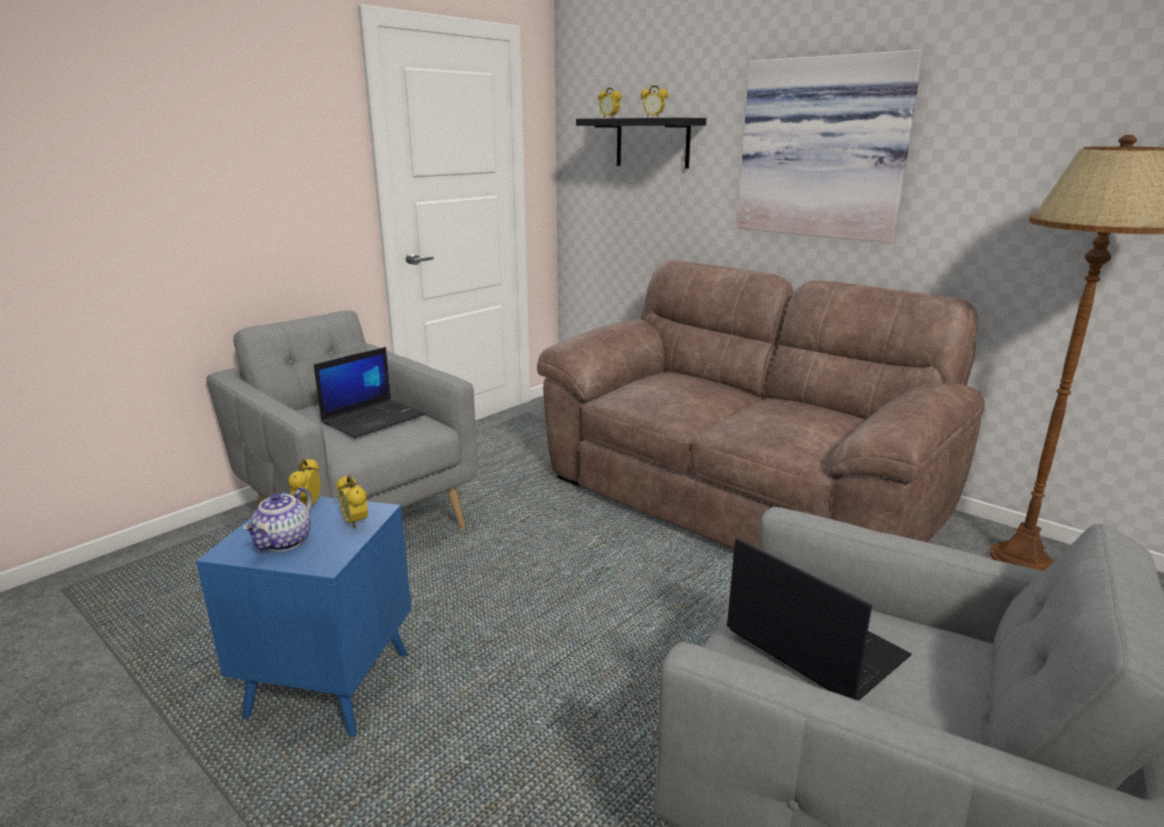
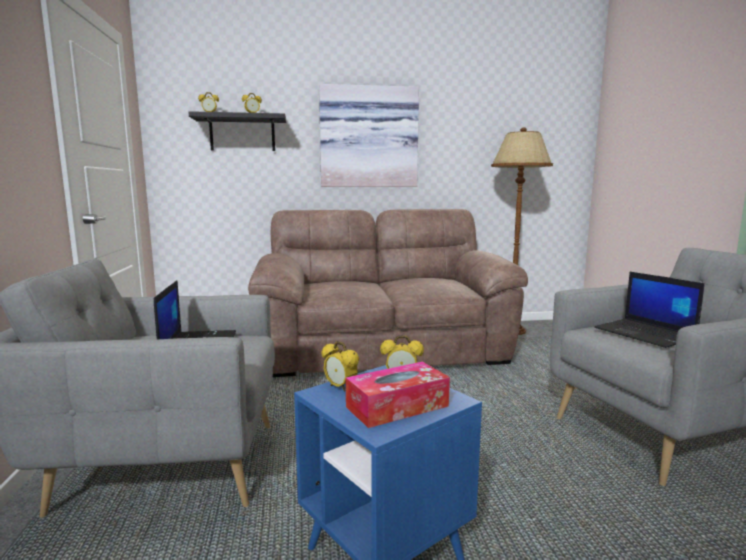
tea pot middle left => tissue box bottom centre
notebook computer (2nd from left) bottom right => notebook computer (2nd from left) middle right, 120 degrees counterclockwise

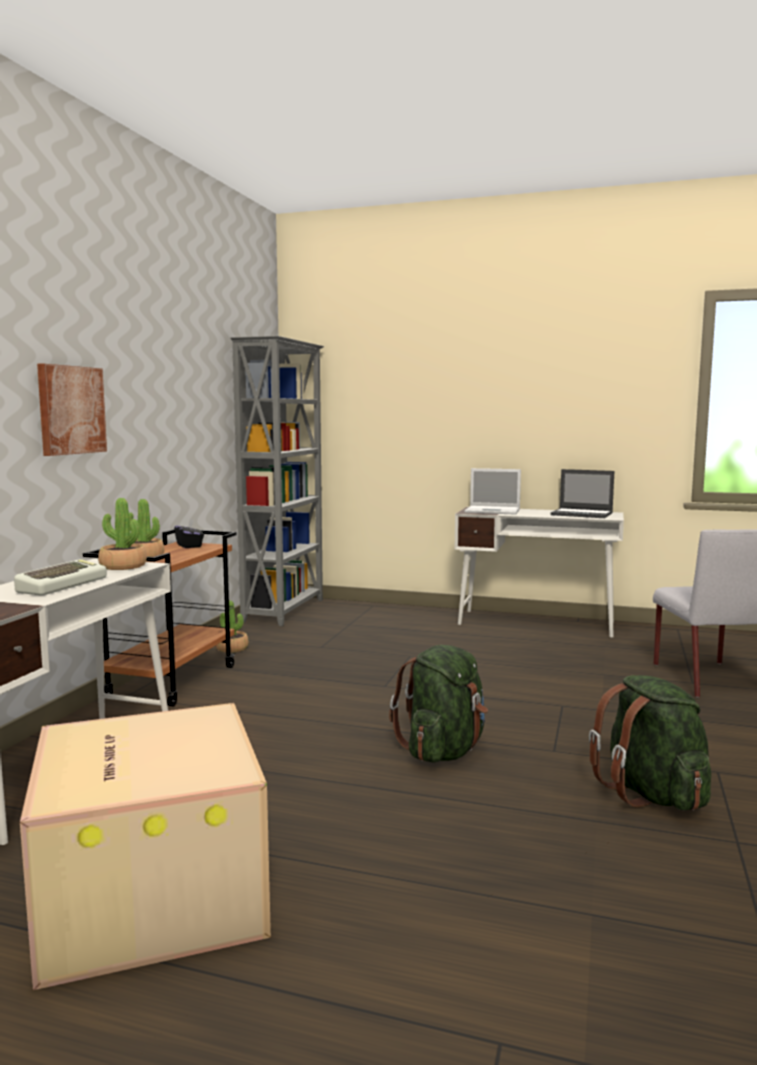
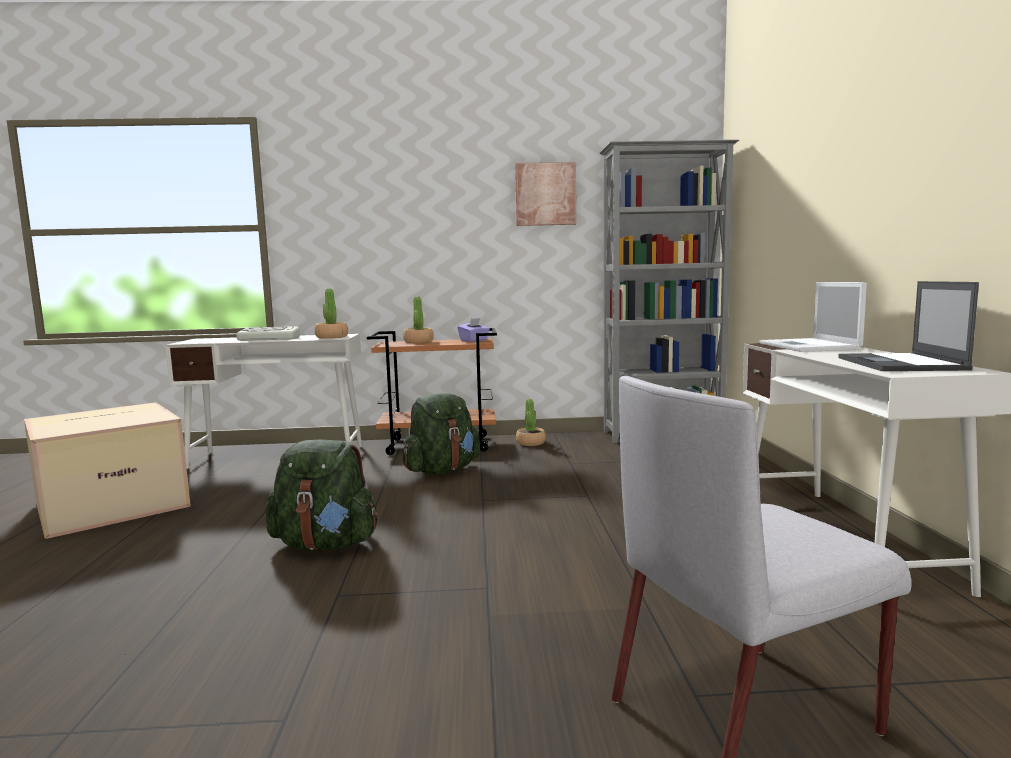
green rucksack (2nd from left) bottom right => green rucksack (2nd from left) centre, move
blackish tissue box middle left => purplish tissue box centre
picture middle left => picture top centre, move

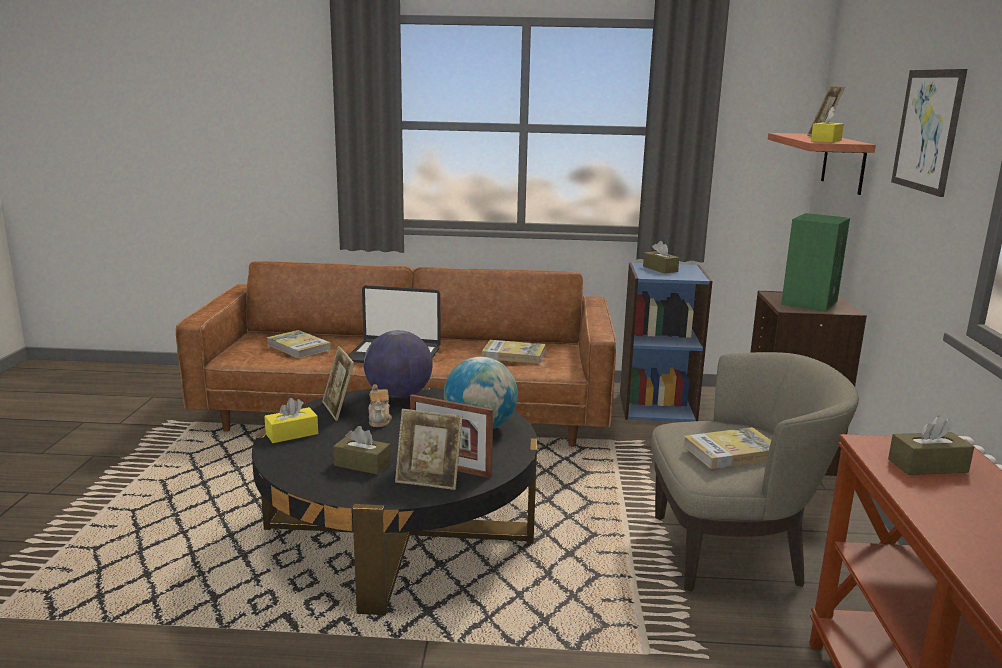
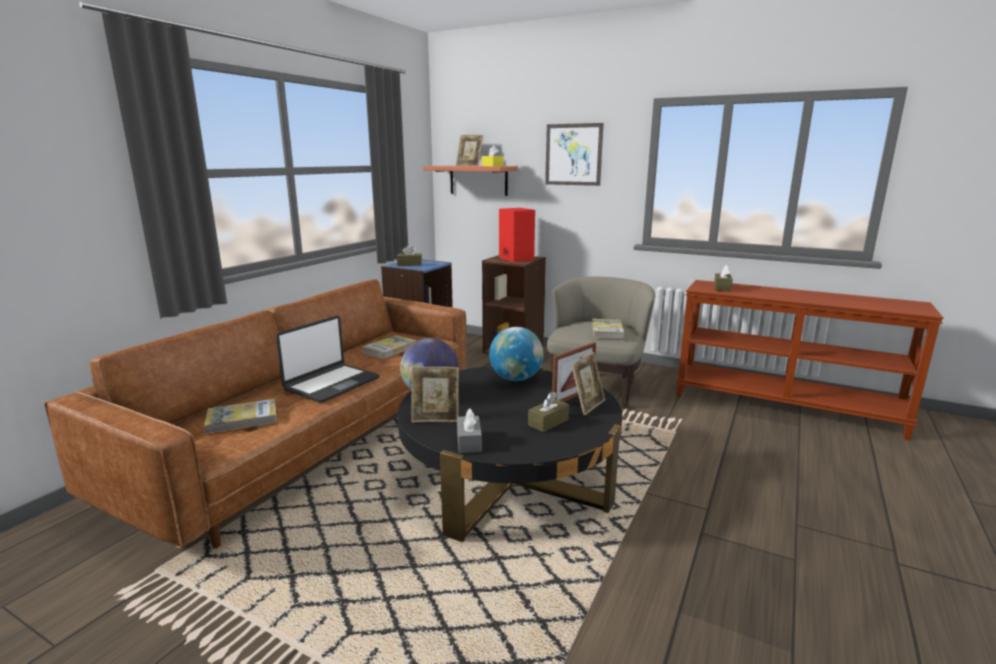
yellowish tissue box (1st from left) middle left => greyish tissue box centre
green loudspeaker middle right => red-coloured loudspeaker centre
tea pot centre => nothing

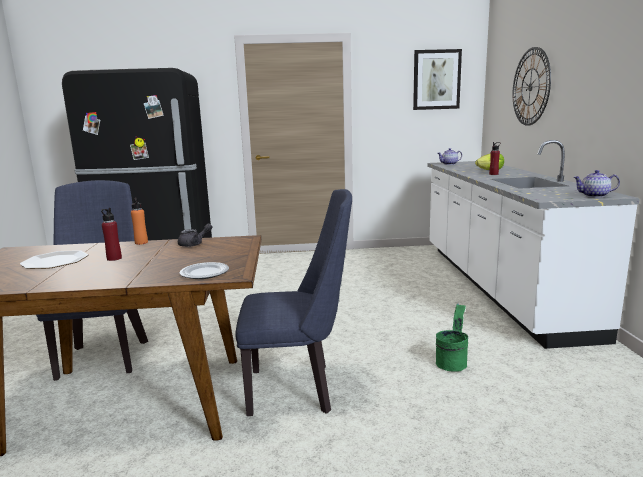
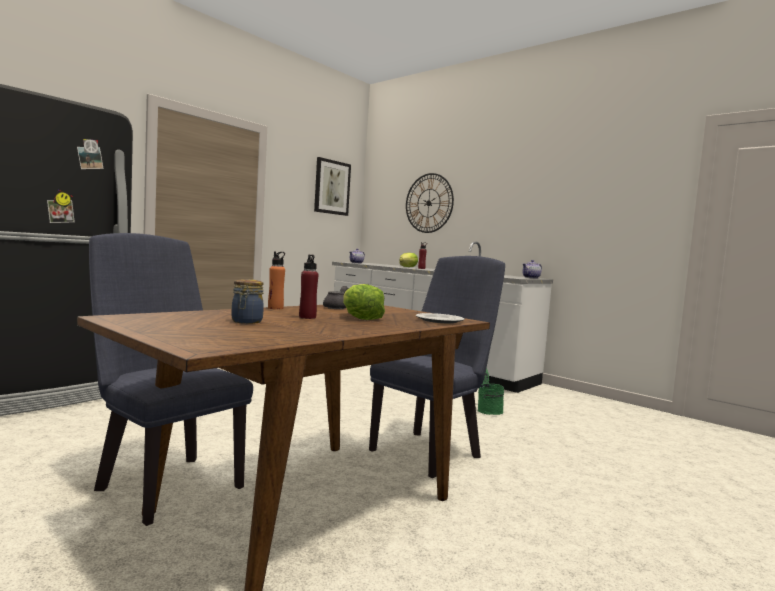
plate (1st from left) middle left => preserve jar middle left
nothing => head of lettuce (1st from left) centre

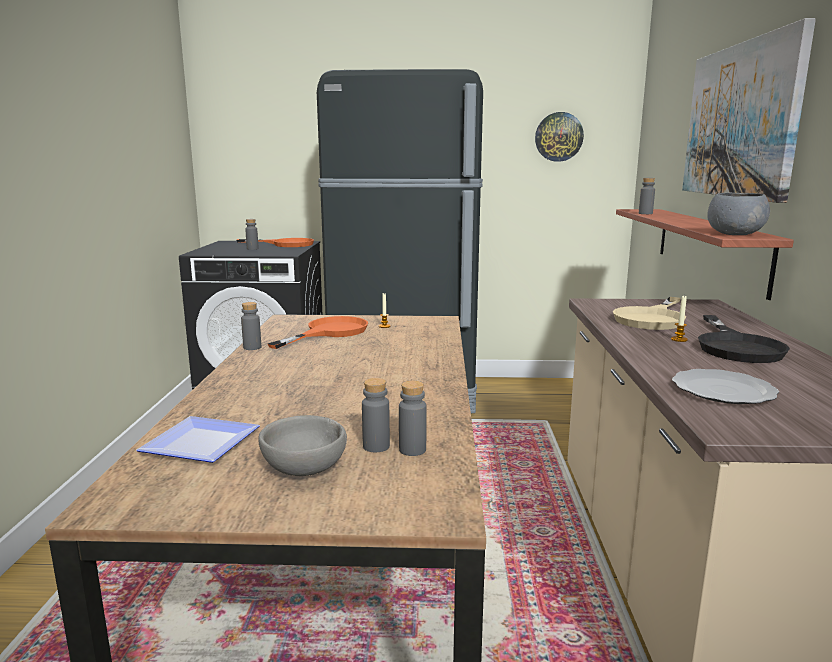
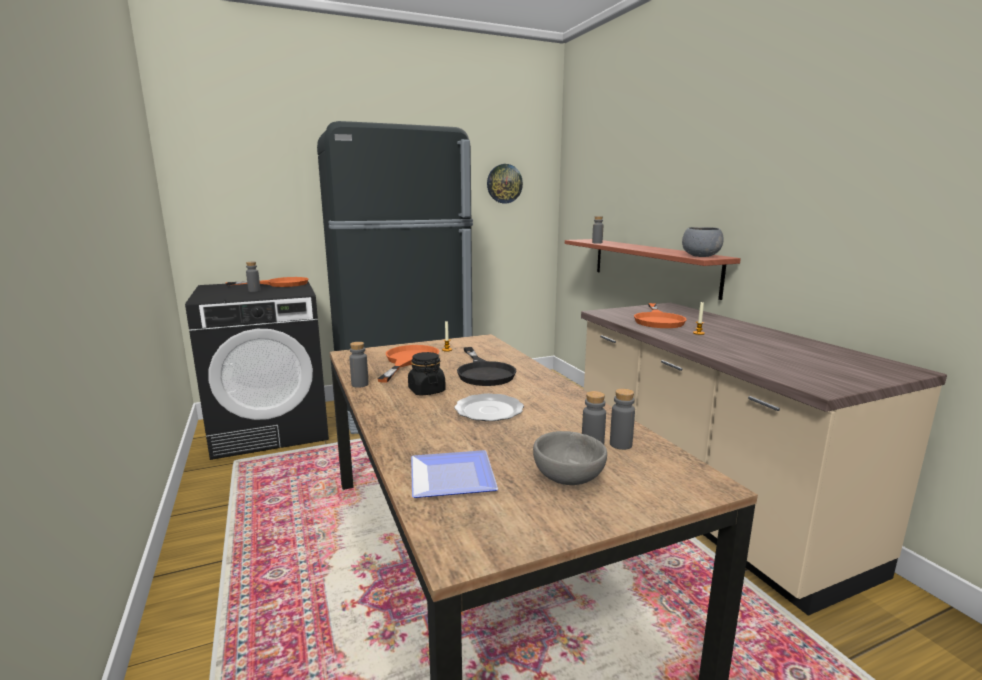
nothing => blackish preserve jar centre
plate (2nd from left) middle right => plate (2nd from left) centre, move
blackish pan middle right => blackish pan centre, move
sand-coloured pan middle right => orange-coloured pan (3rd from left) middle right
picture top right => nothing

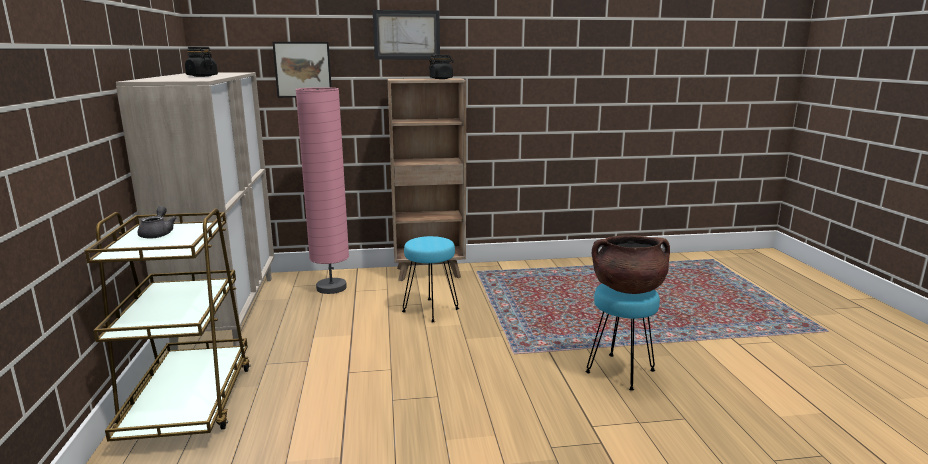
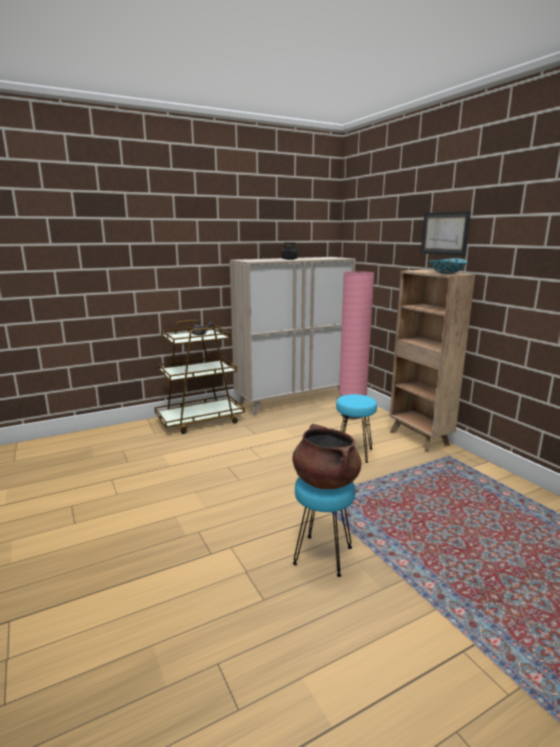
blackish preserve jar (2nd from left) top centre => bowl middle right
picture (1st from left) top left => nothing

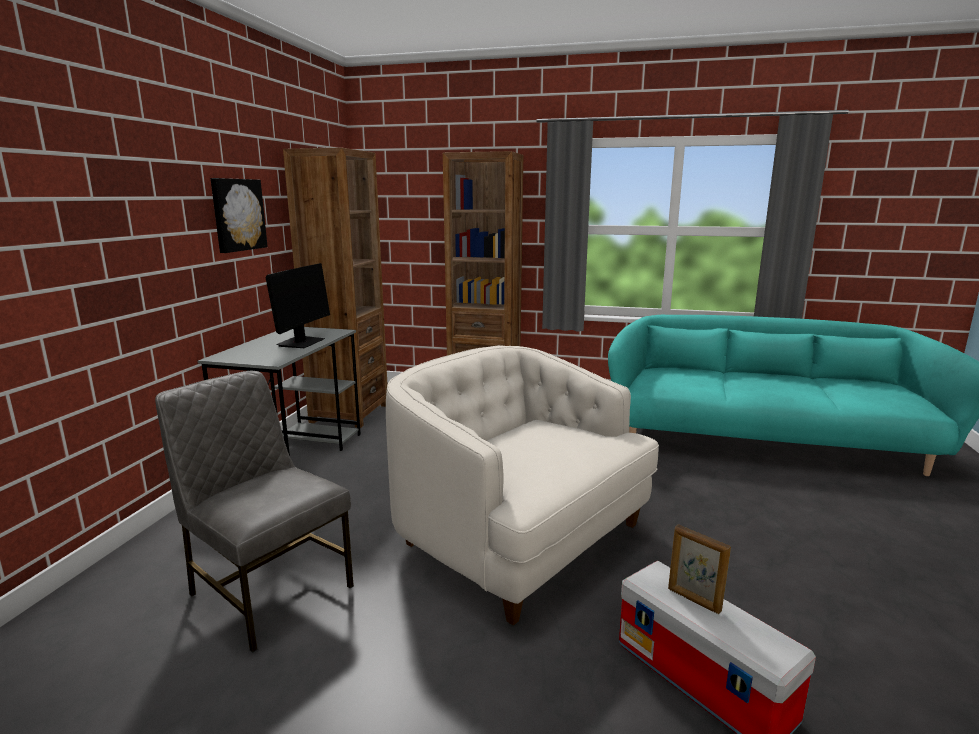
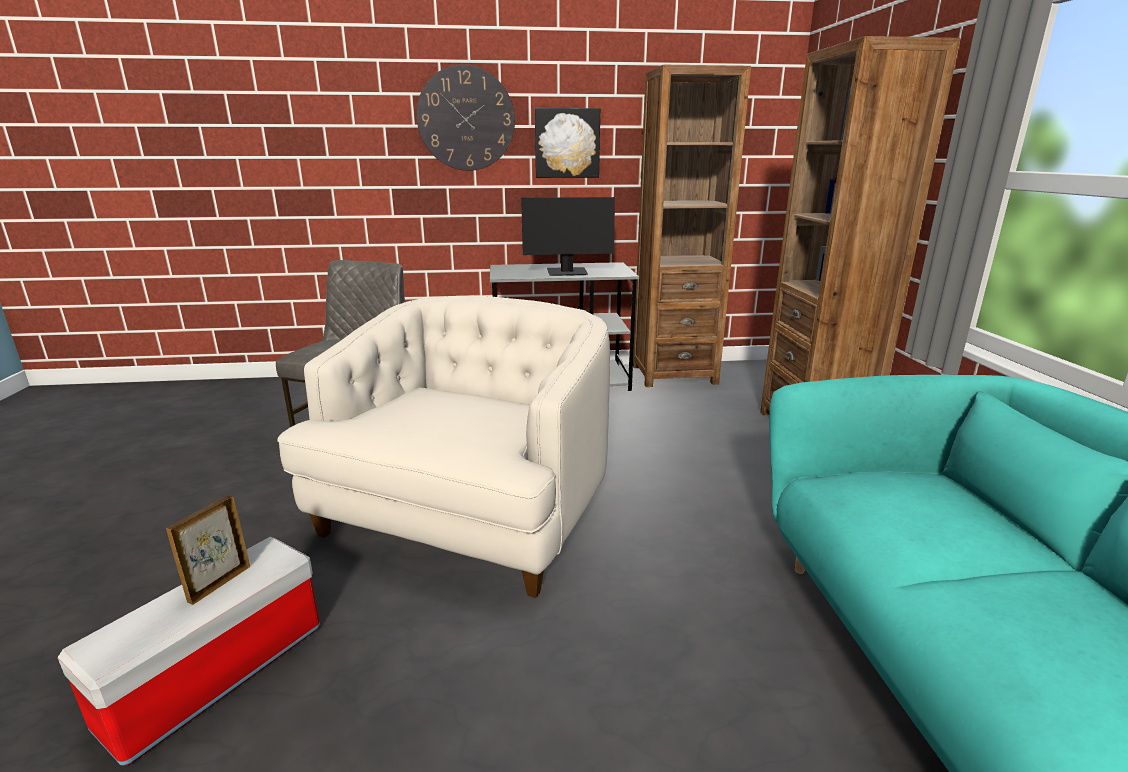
nothing => hanging clock top centre

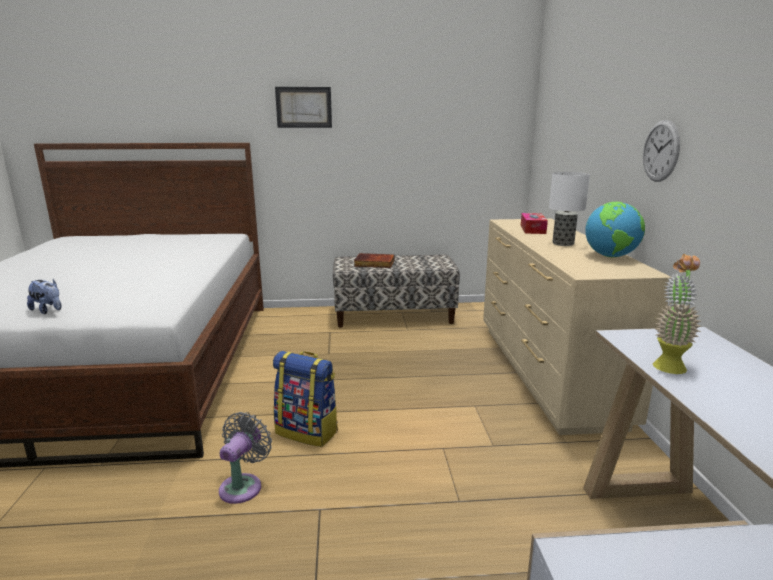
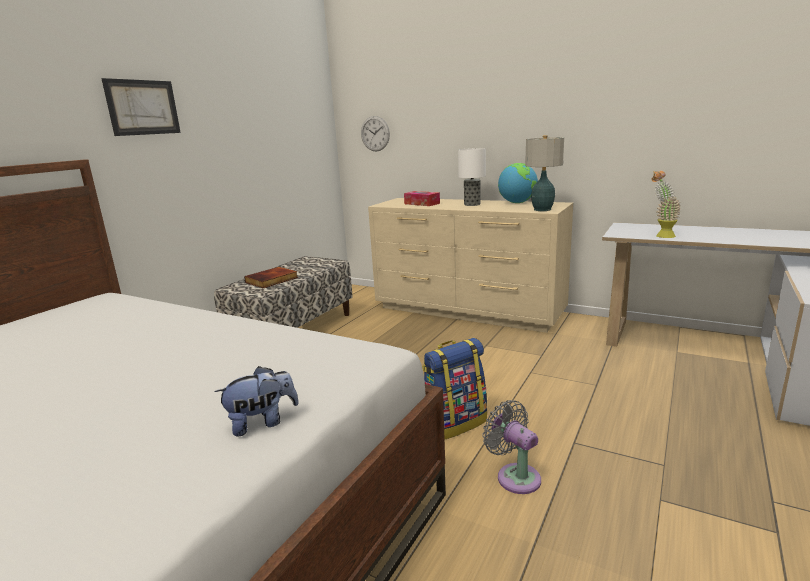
hanging clock top right => hanging clock top centre, move
nothing => tabletop lamp (2nd from left) top right

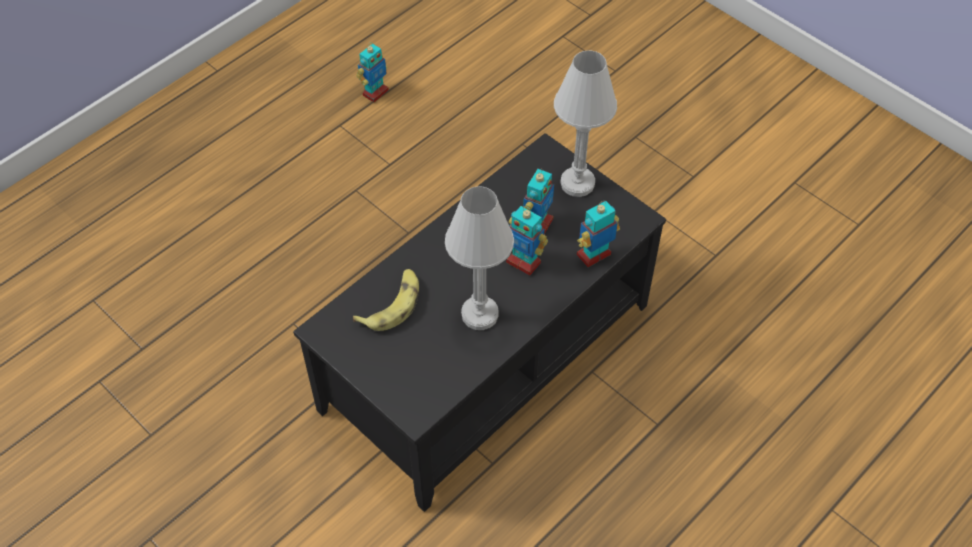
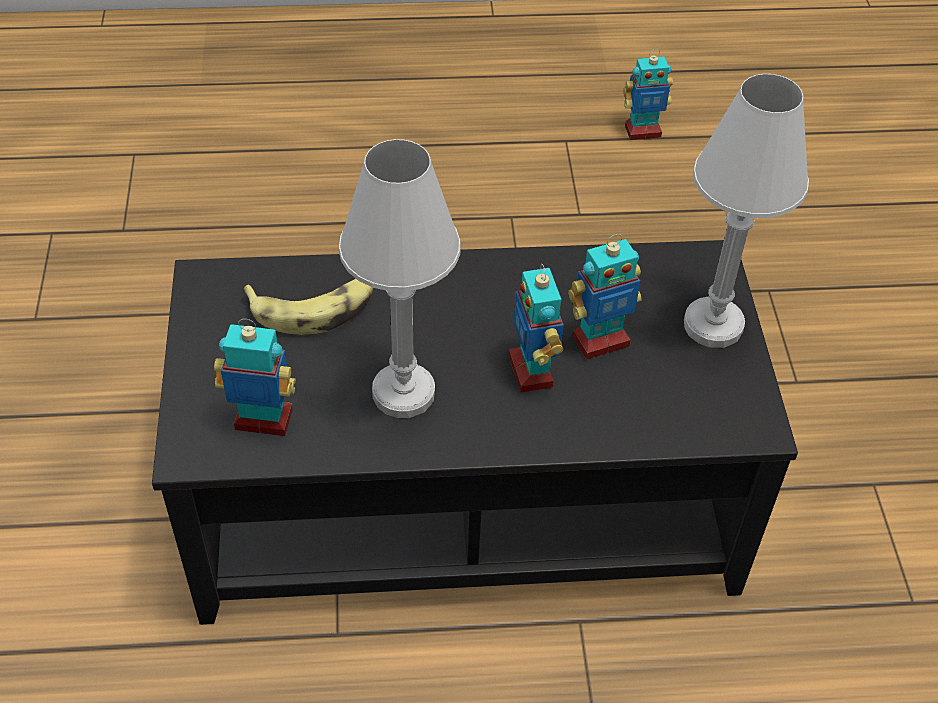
model robot (4th from left in the first image) centre => model robot (1st from left) middle left, move

